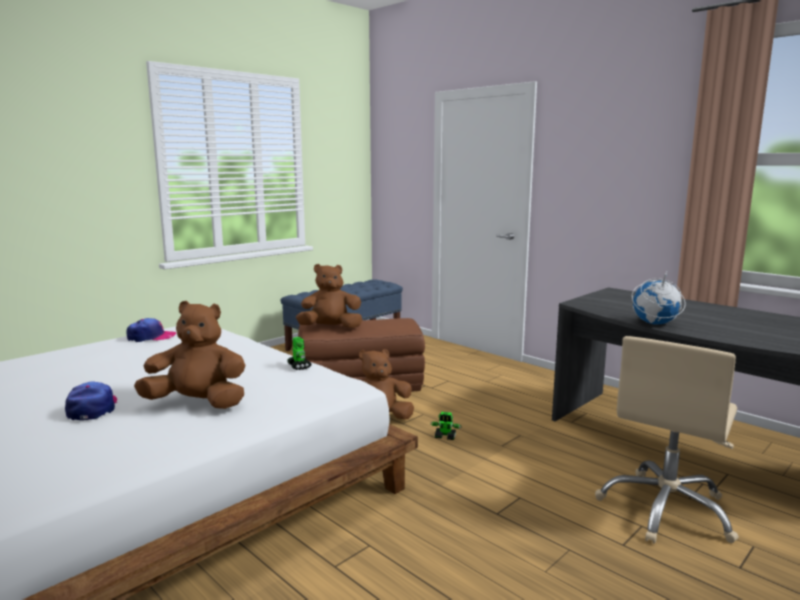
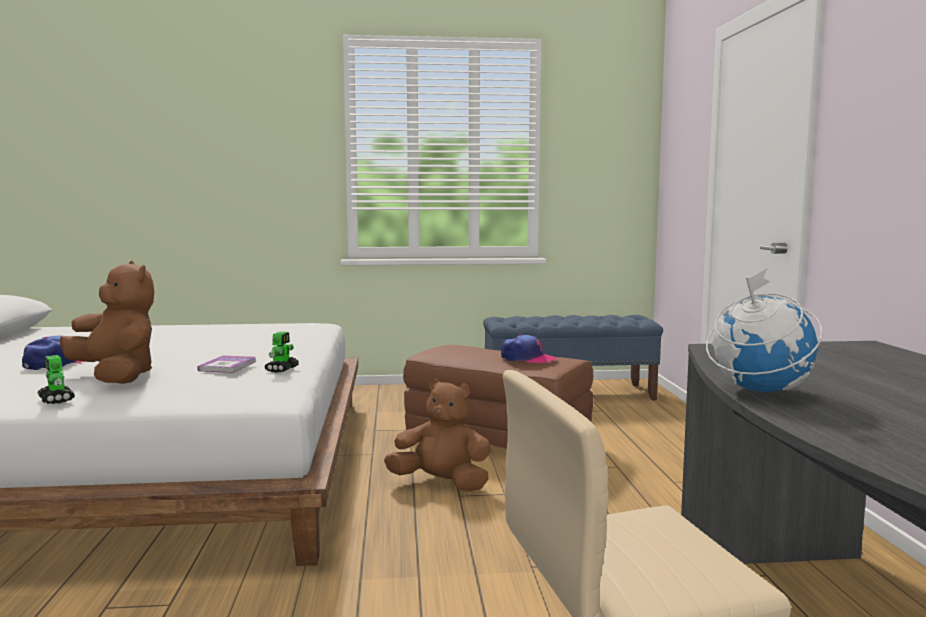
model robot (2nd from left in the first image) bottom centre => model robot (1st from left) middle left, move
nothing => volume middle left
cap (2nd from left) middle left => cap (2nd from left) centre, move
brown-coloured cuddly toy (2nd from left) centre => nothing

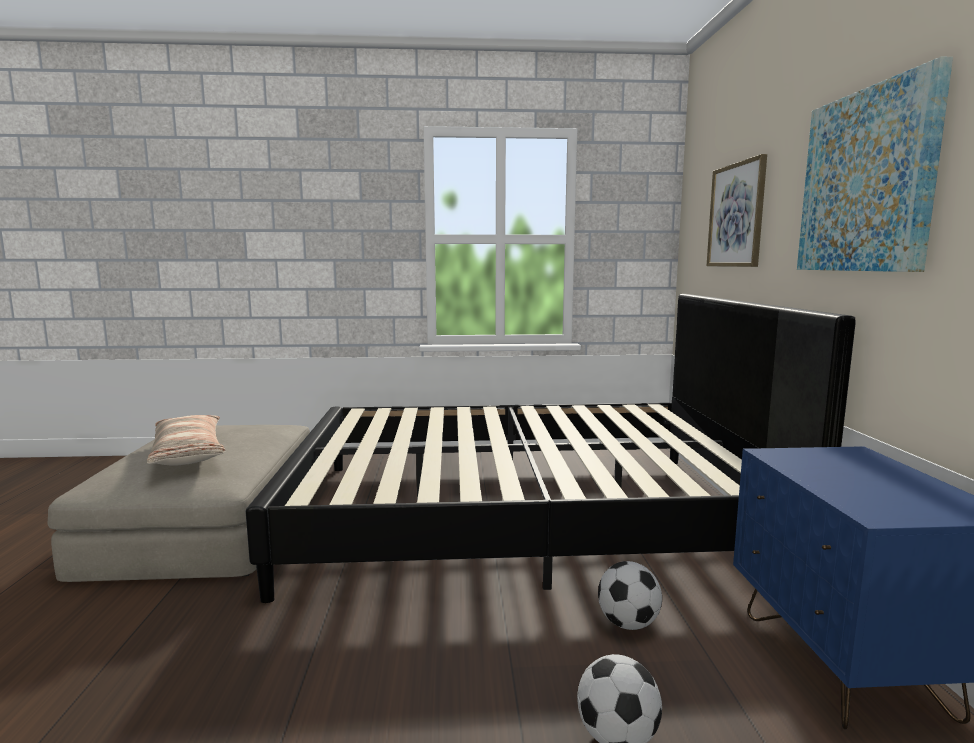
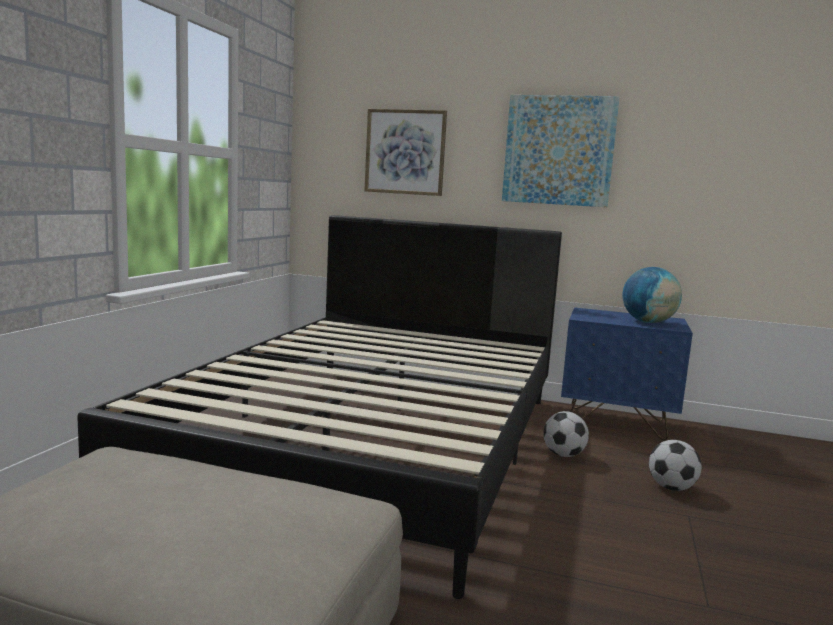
nothing => globe middle right
pillow middle left => nothing

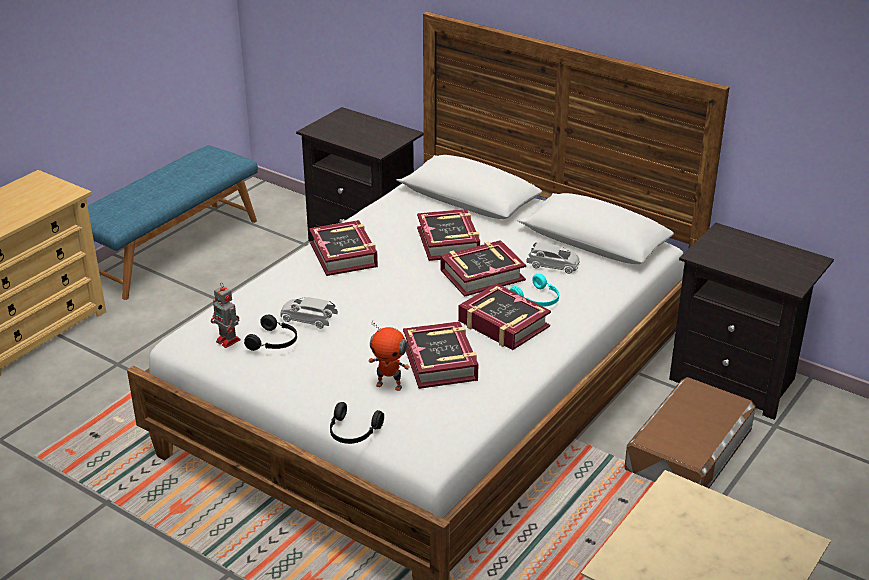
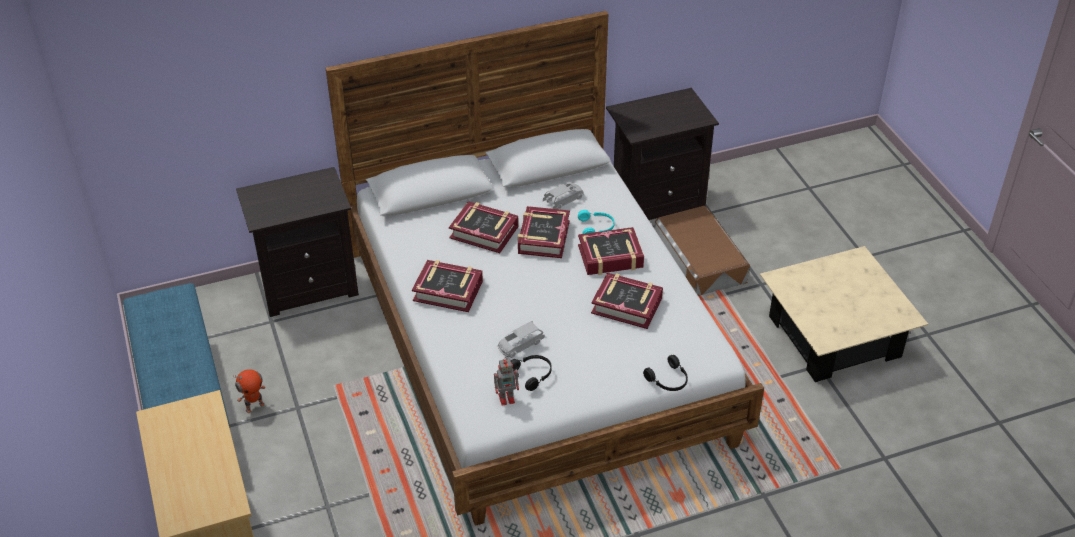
model robot (2nd from left in the first image) centre => model robot (1st from left) bottom left, move

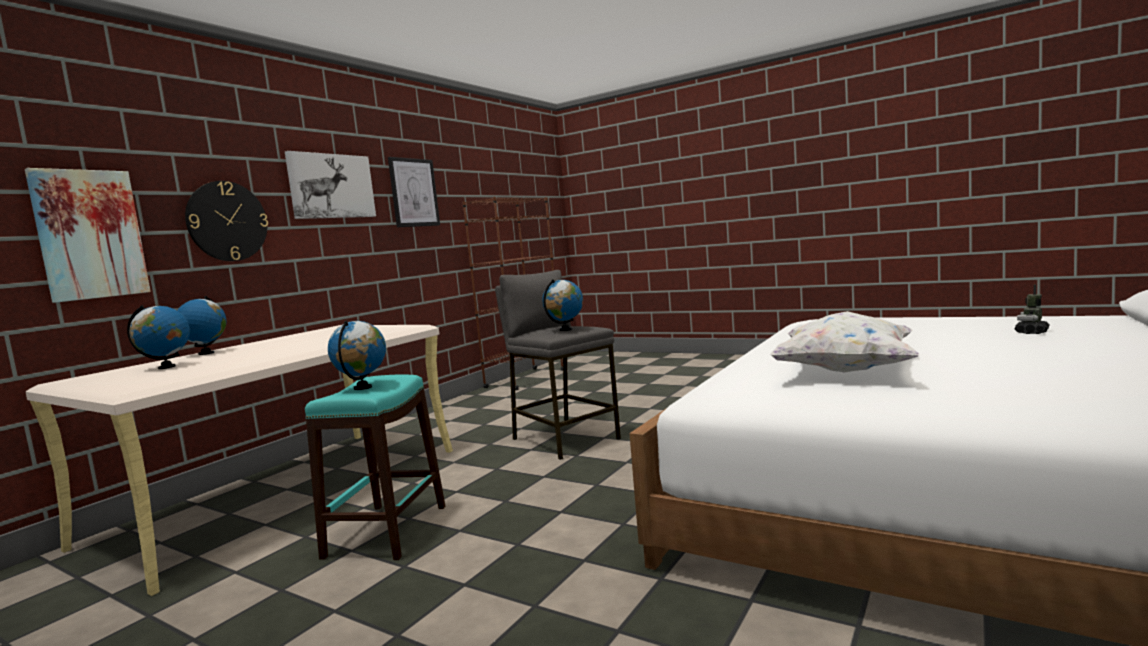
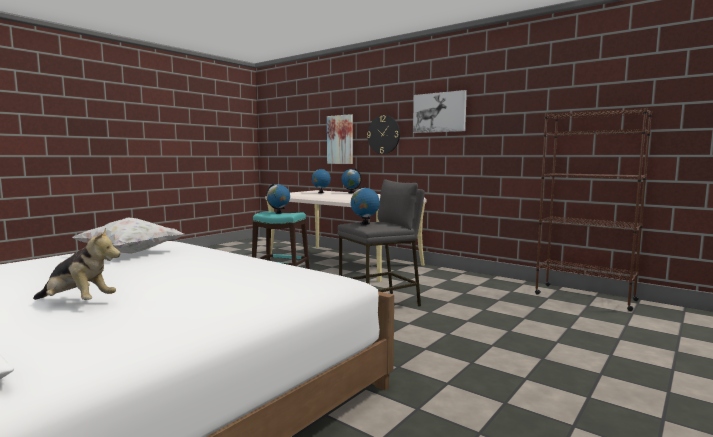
model robot middle right => cuddly toy middle left
picture (3rd from left) top centre => nothing

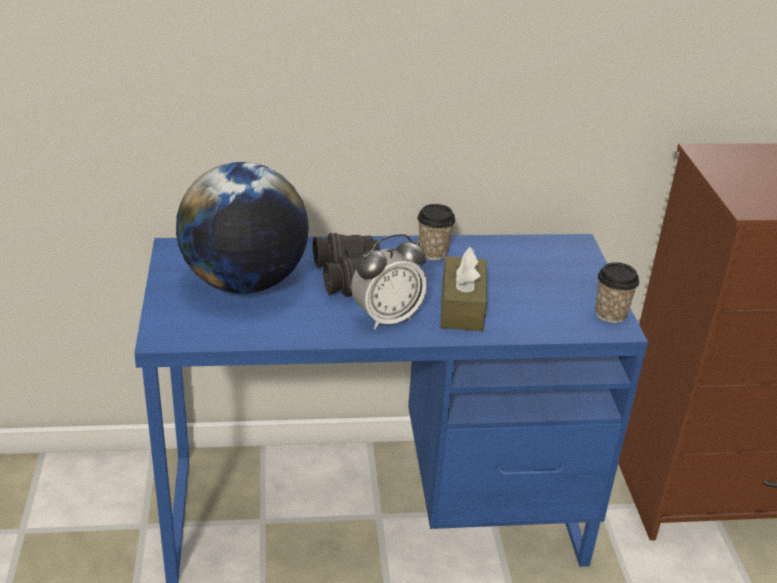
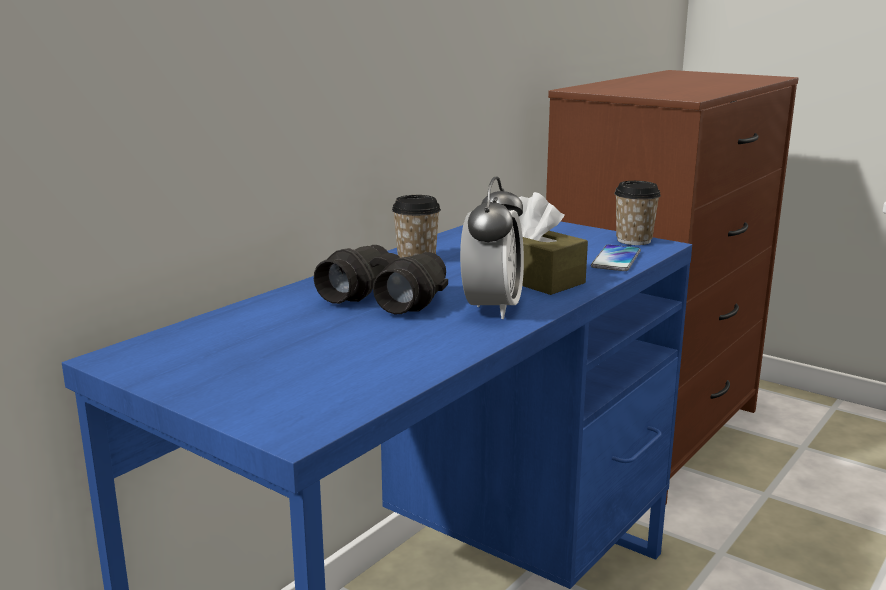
nothing => handset middle right
globe middle left => nothing

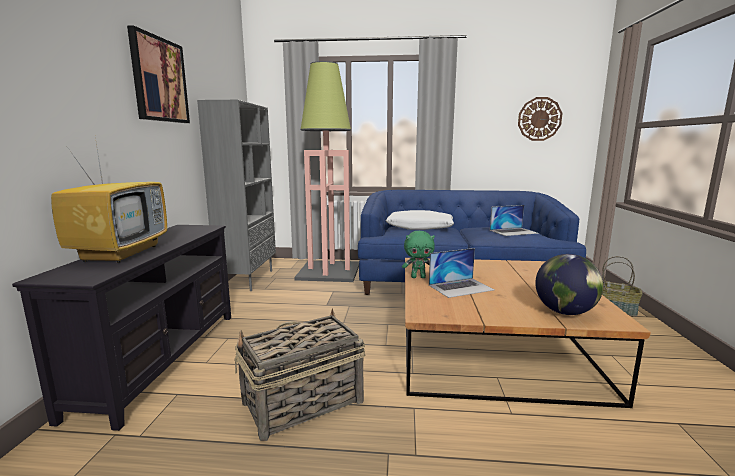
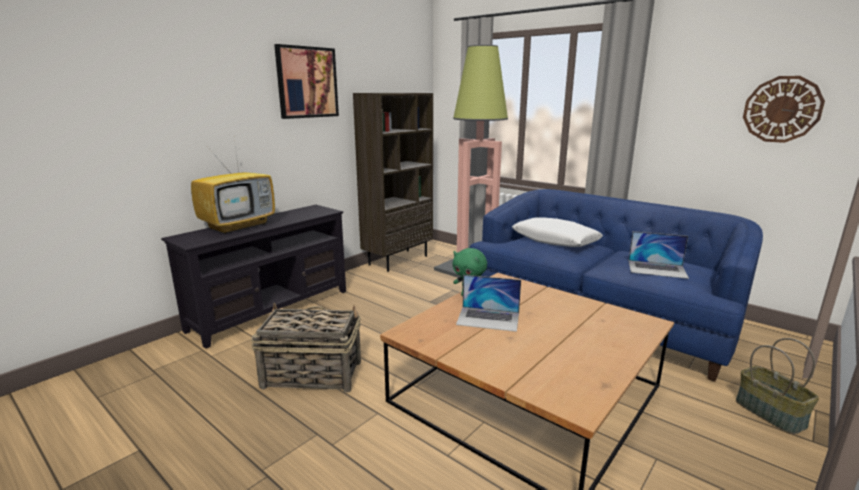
greyish bookshelf middle left => brown-coloured bookshelf centre
globe middle right => nothing

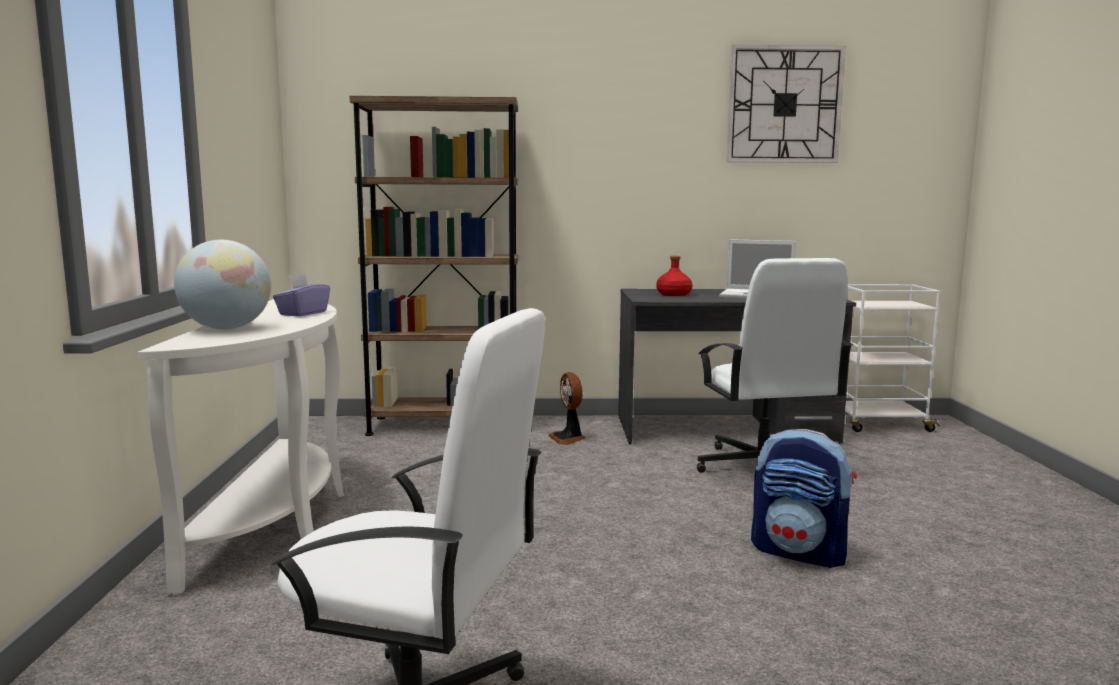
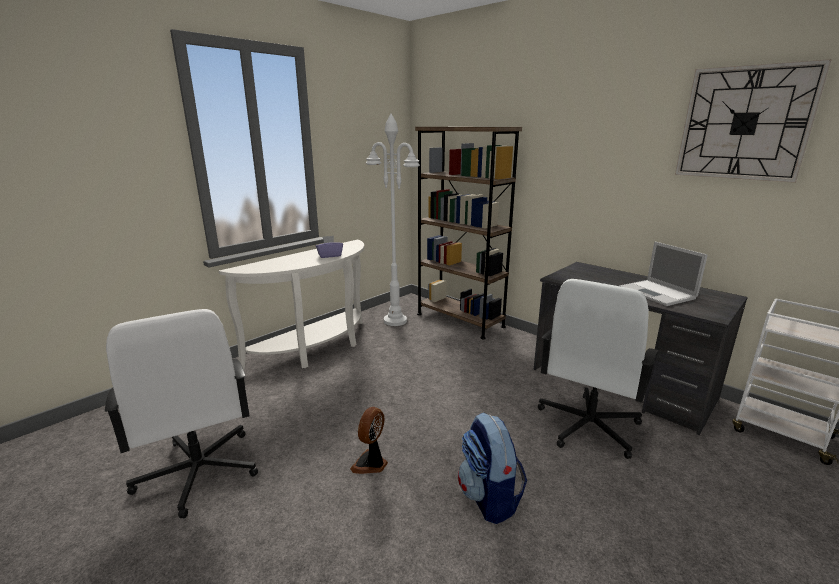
fan centre => fan bottom centre, move
nothing => whitish standard lamp centre
globe middle left => nothing
red-coloured drink bottle centre => nothing

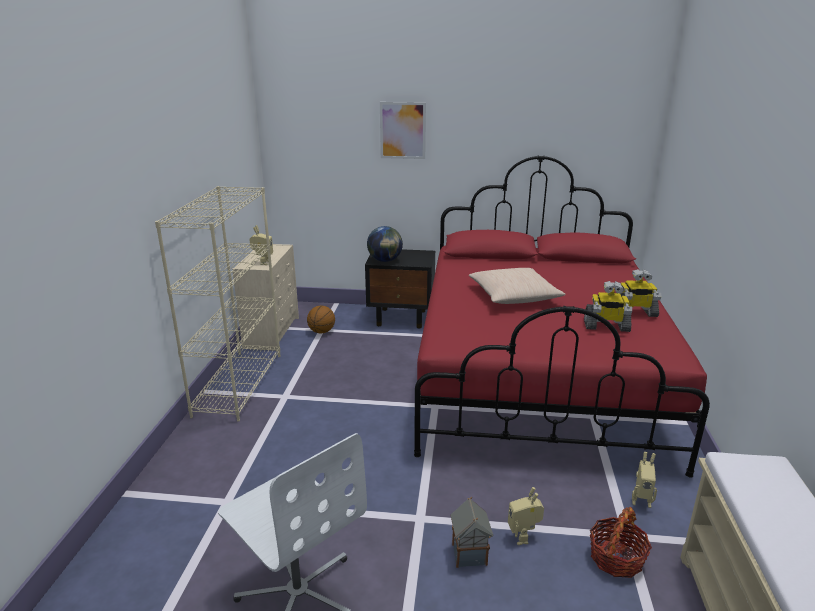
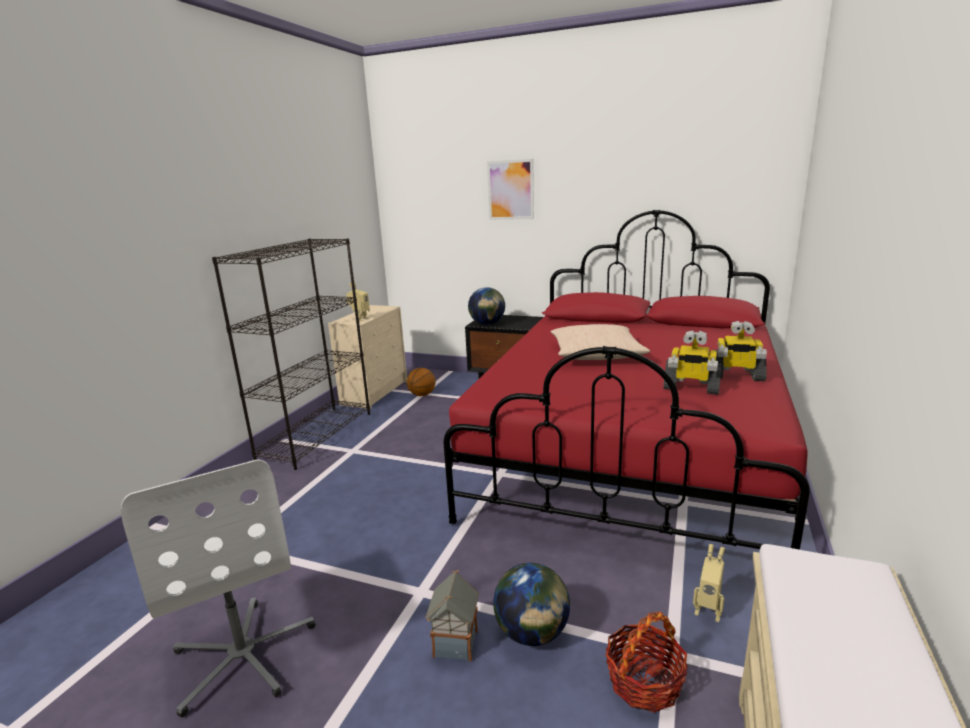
sand-coloured bookshelf middle left => blackish bookshelf middle left
model robot (2nd from left) bottom centre => globe (2nd from left) bottom centre

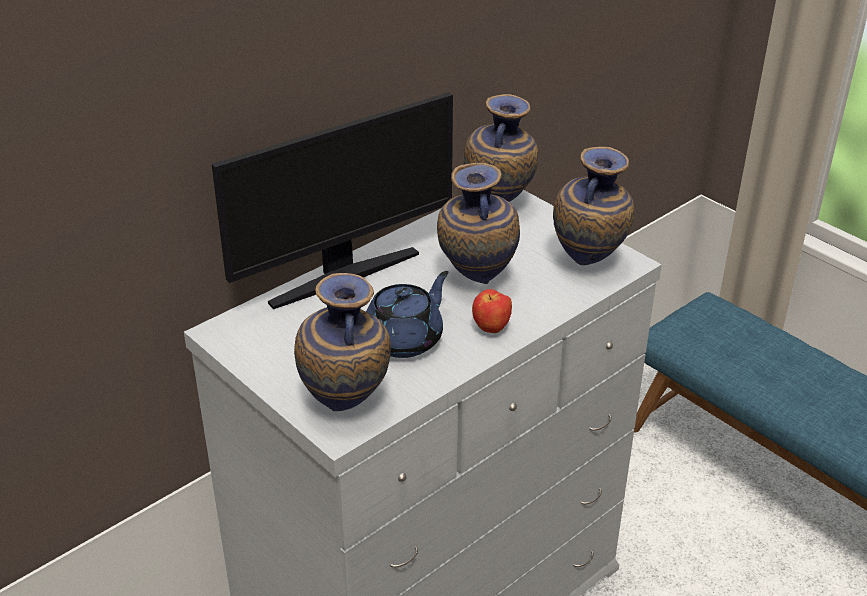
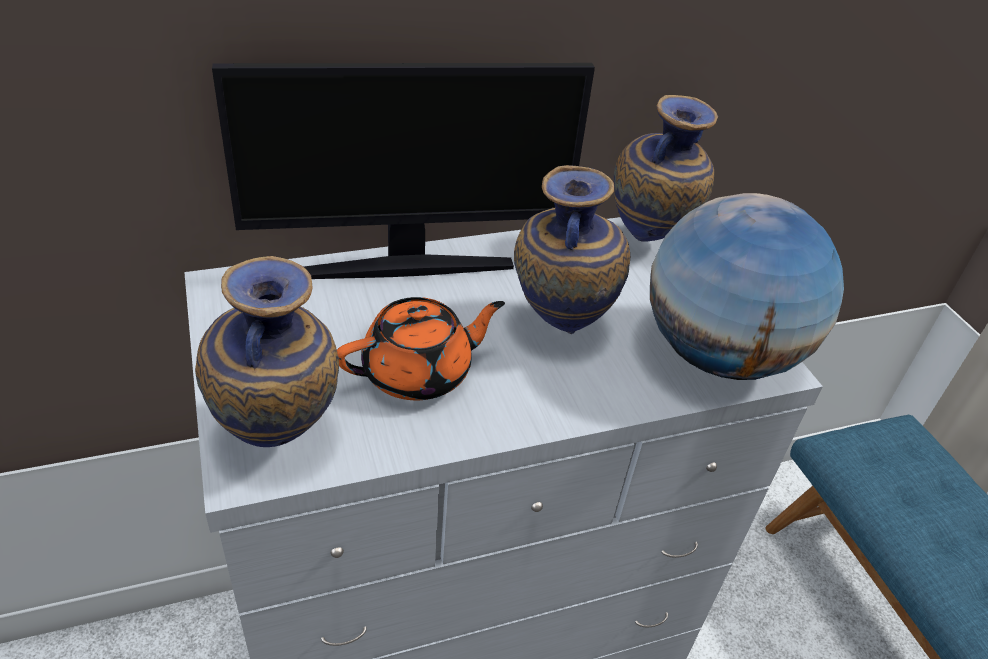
bluish tea pot centre => orange-coloured tea pot centre
vase (4th from left) middle right => globe middle right
whole apple centre => nothing

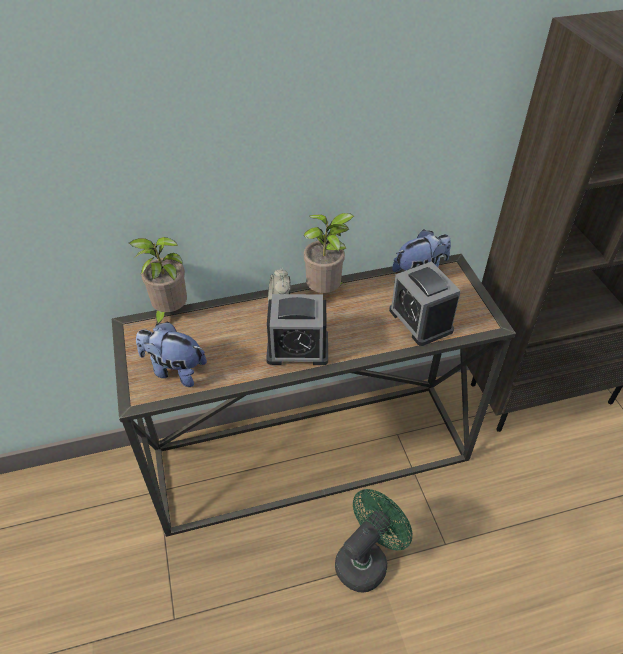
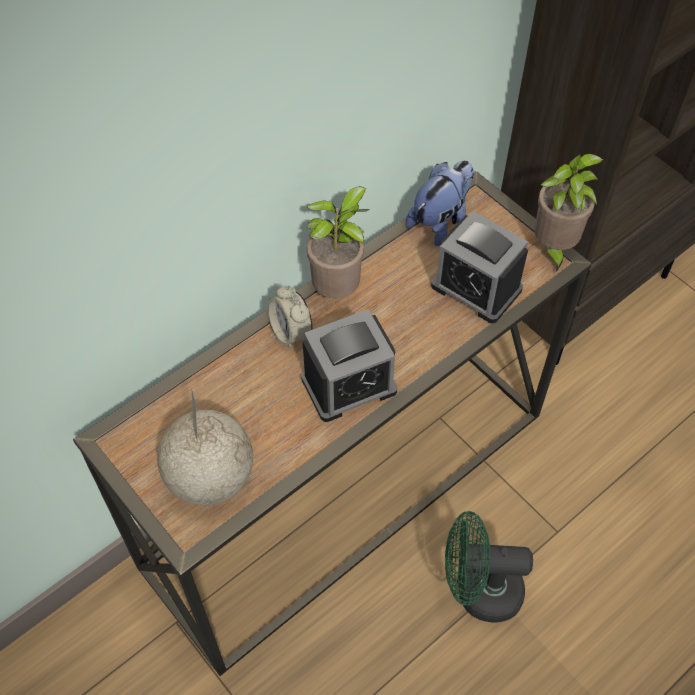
cuddly toy (1st from left) middle left => globe middle left
green fan bottom centre => green fan bottom right, 105 degrees counterclockwise
houseplant (1st from left in the first image) middle left => houseplant (2nd from left) top right, move

